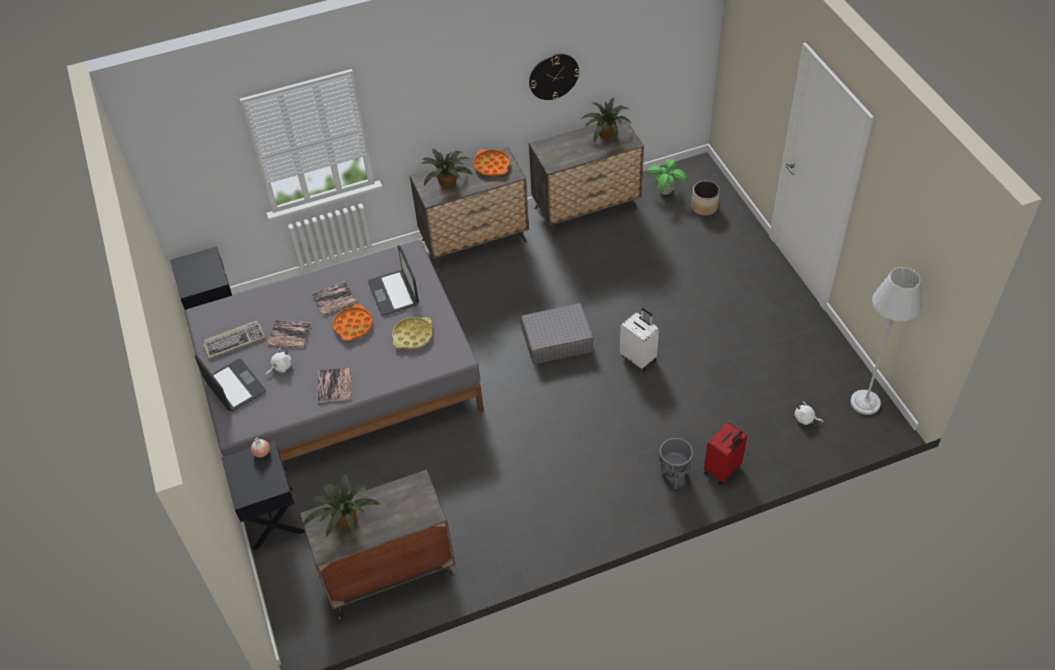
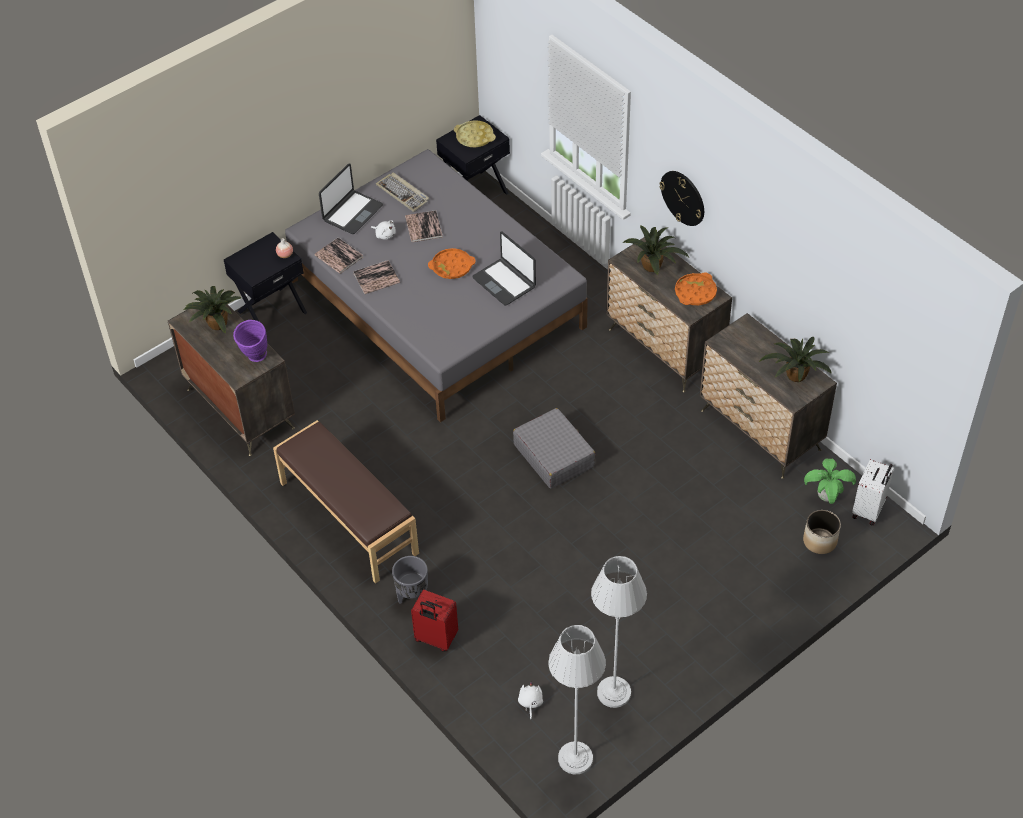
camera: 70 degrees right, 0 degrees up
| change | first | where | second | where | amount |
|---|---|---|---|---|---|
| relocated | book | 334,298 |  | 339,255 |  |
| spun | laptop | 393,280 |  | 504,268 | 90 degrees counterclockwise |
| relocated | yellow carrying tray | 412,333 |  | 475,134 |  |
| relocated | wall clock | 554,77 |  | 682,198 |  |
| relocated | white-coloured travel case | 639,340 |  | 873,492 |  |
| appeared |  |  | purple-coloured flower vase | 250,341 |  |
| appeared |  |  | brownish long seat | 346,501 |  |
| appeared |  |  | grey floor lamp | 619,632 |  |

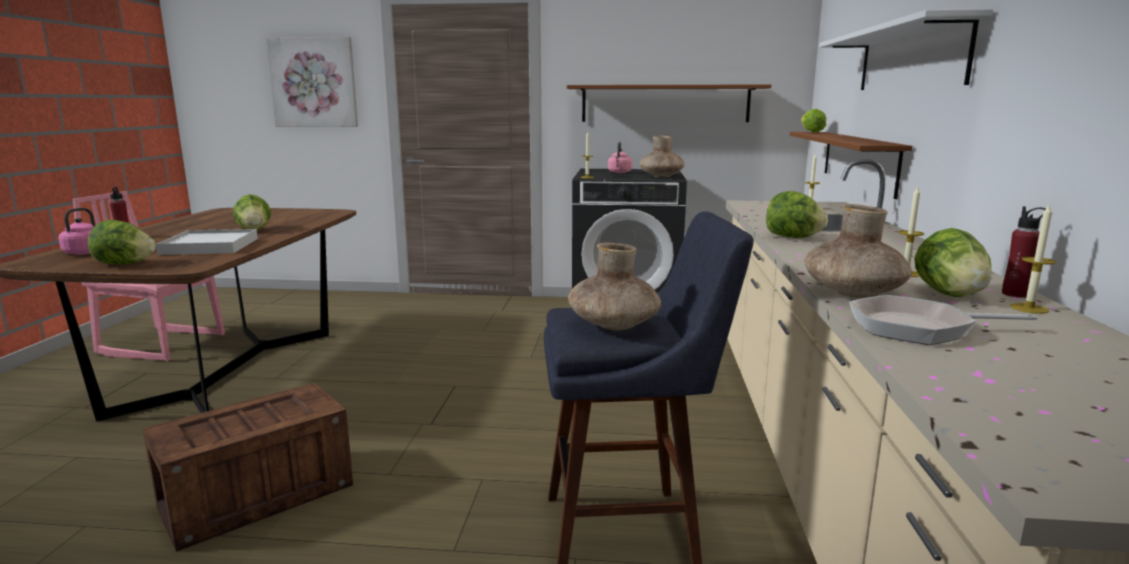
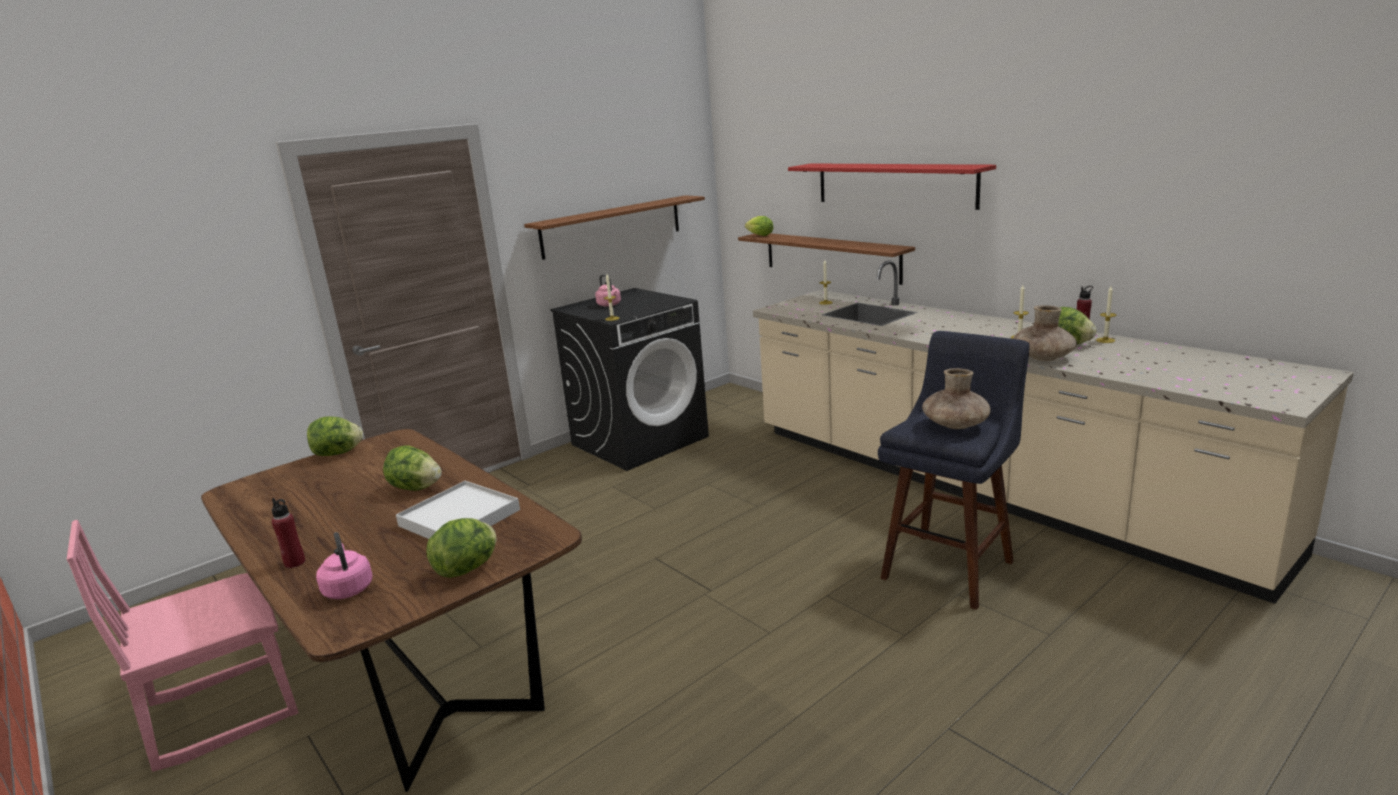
camera: 45 degrees left, 5 degrees up
| change | first | where | second | where | amount |
|---|---|---|---|---|---|
| missing | crate | 247,467 |  |  |  |
| missing | picture | 312,82 |  |  |  |
| missing | brownish flower vase | 662,156 |  |  |  |
| relocated | head of lettuce | 797,214 |  | 335,436 |  |
| colour | white-coloured wall shelf | 906,49 | reddish wall shelf | 892,187 |  |
| missing | skillet | 943,320 |  |  |  |

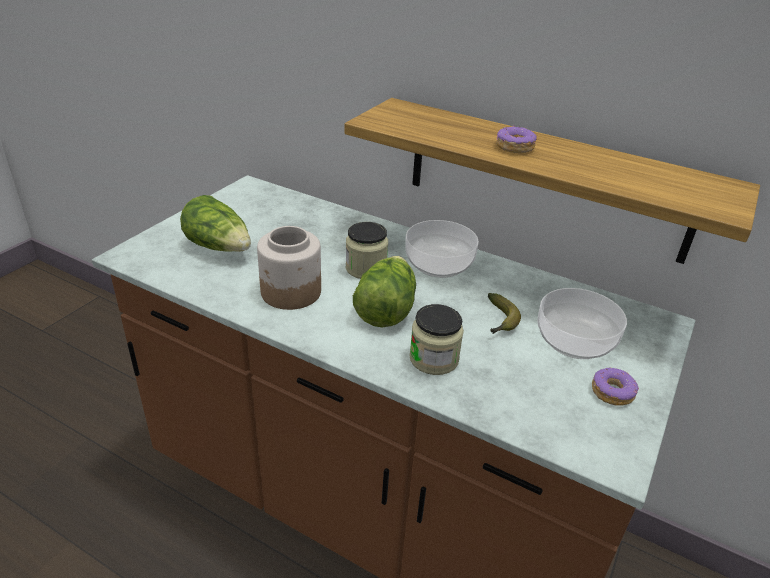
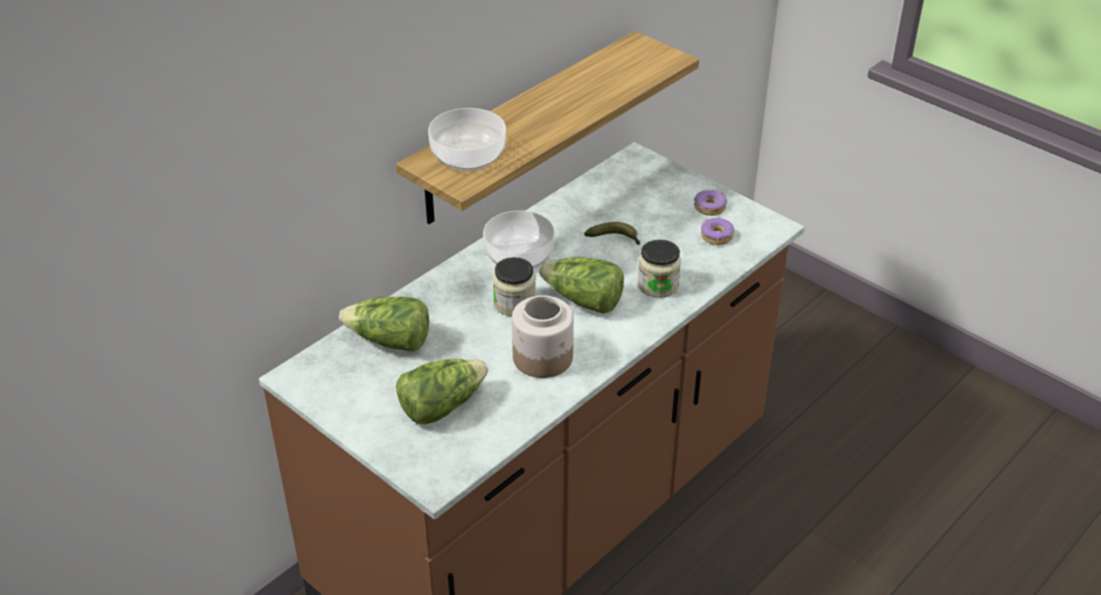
camera: 75 degrees left, 5 degrees up
| change | first | where | second | where | amount |
|---|---|---|---|---|---|
| relocated | ring doughnut | 516,139 |  | 717,231 |  |
| relocated | bowl | 582,323 |  | 467,139 |  |
| appeared |  |  | head of lettuce | 384,324 |  |

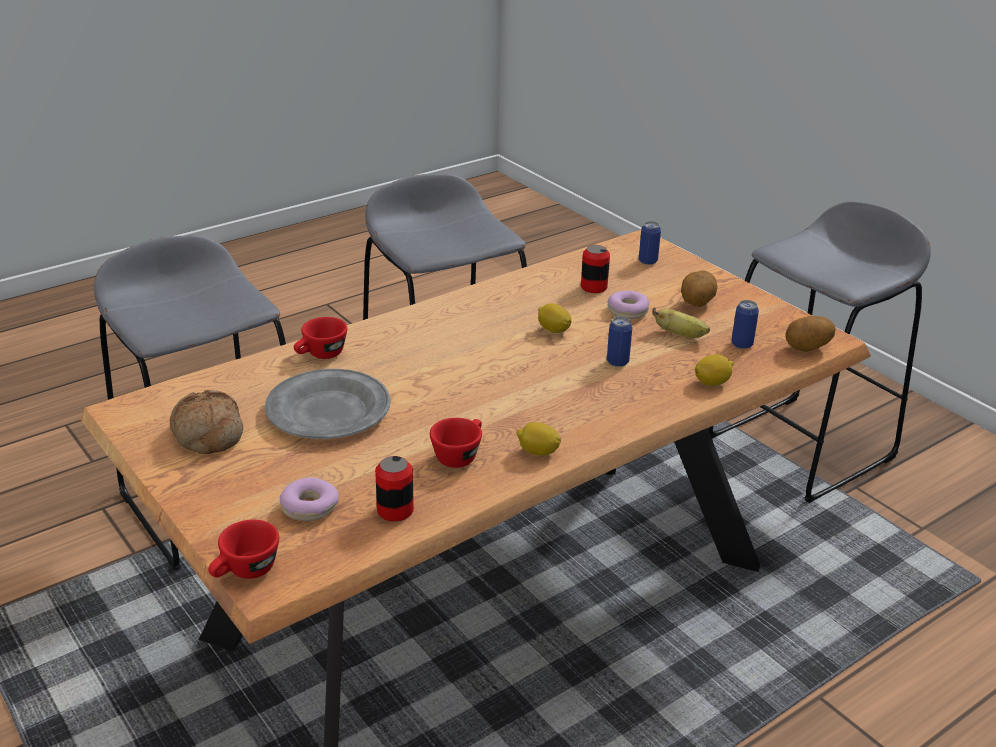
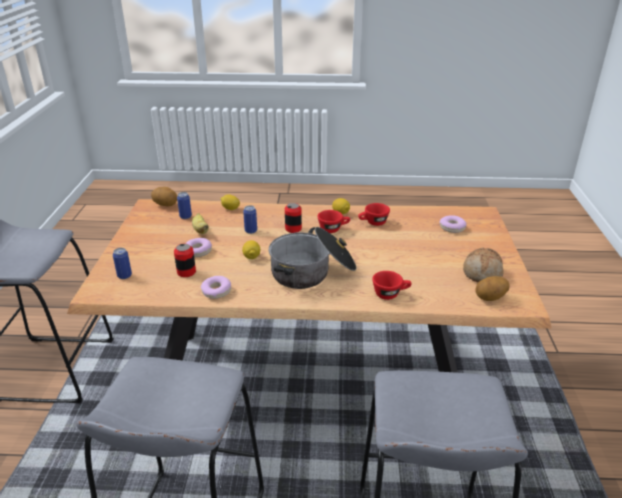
camera: 140 degrees left, 0 degrees up
| change | first | where | second | where | amount |
|---|---|---|---|---|---|
| relocated | reddish drinking cup | 243,549 |  | 334,221 |  |
| missing | grey flat dish | 328,404 |  |  |  |
| relocated | metal can | 394,489 |  | 293,218 |  |
| relocated | spud | 699,288 |  | 492,288 |  |
| appeared |  |  | ring doughnut | 216,287 |  |
| appeared |  |  | stockpot | 313,258 |  |

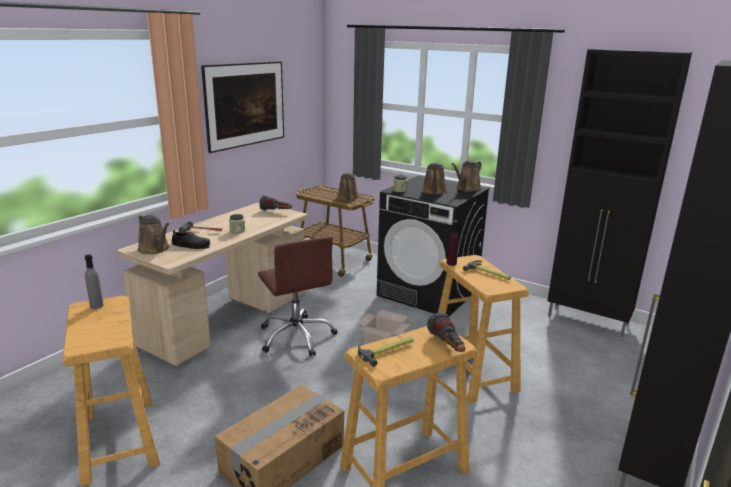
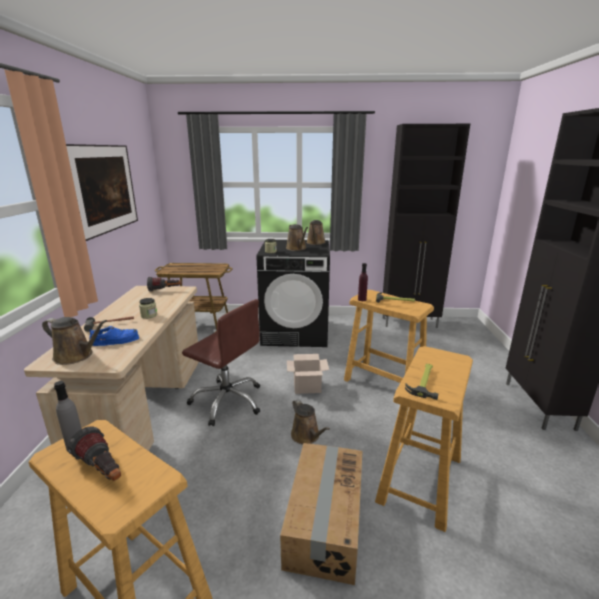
camera: 30 degrees left, 0 degrees up
| change | first | where | second | where | amount |
|---|---|---|---|---|---|
| colour | blackish shoe | 191,239 | blue shoe | 114,336 |  |
| relocated | brownish watering can | 348,186 |  | 310,421 |  |
| relocated | flashlight | 446,332 |  | 94,453 |  |

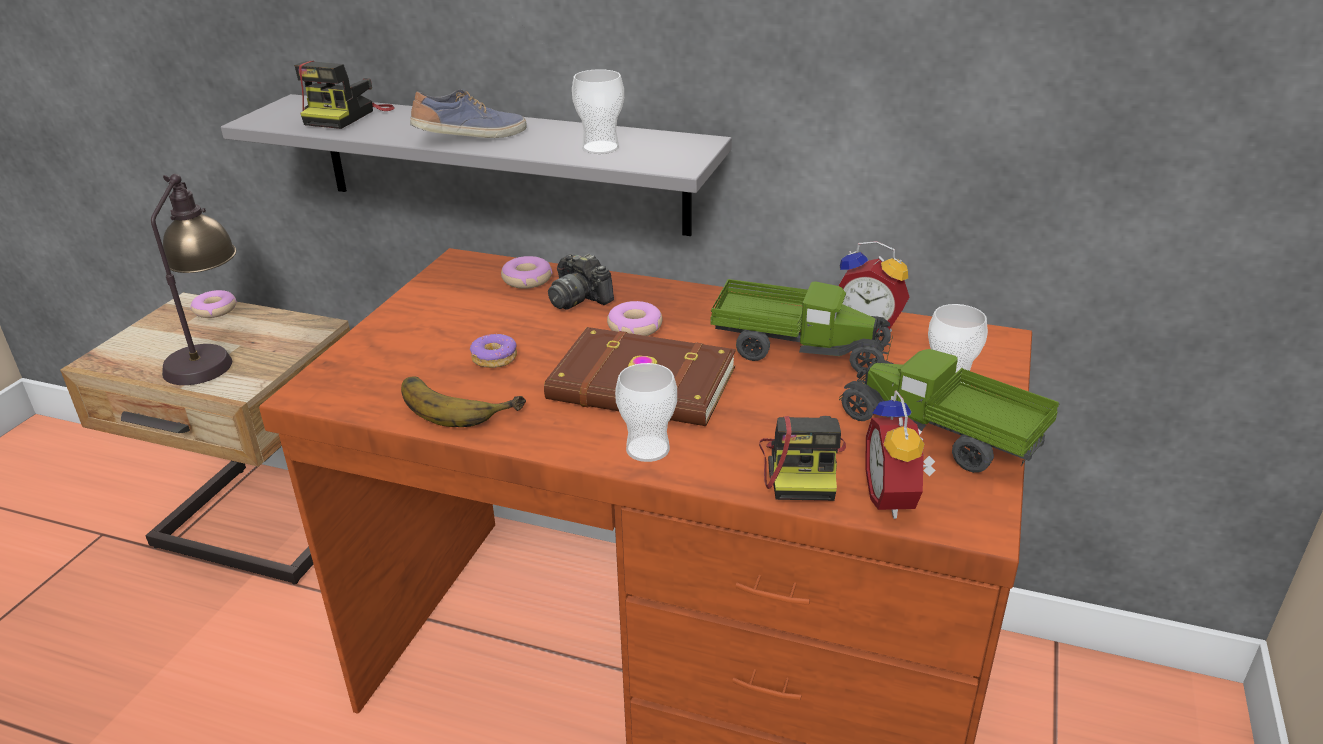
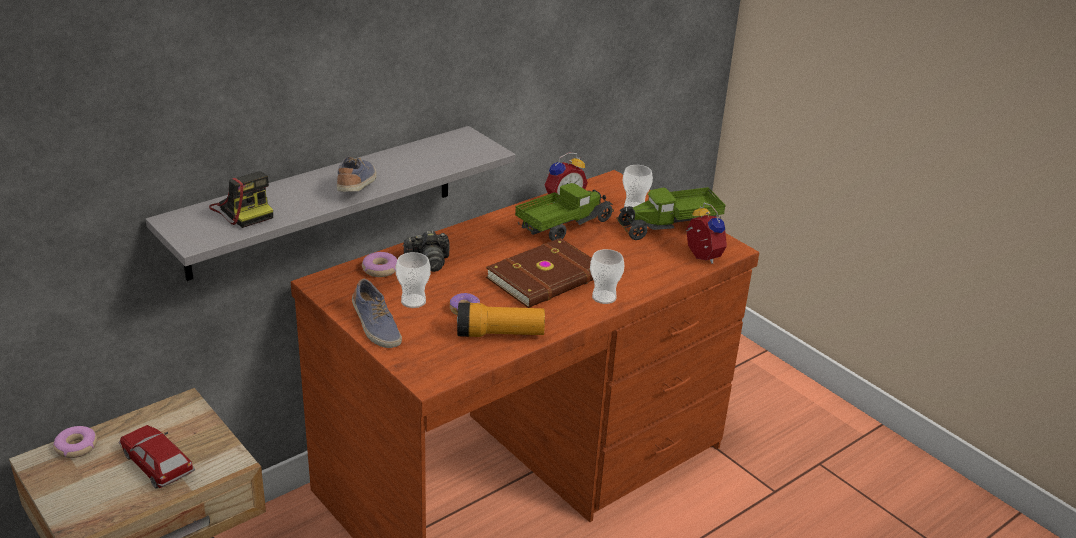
camera: 60 degrees left, 0 degrees up
| change | first | where | second | where | amount |
|---|---|---|---|---|---|
| exchanged | lamp for a table | 193,279 | toy car | 157,457 |  |
| exchanged | banana fruit | 463,401 | flashlight | 501,320 |  |
| relocated | drinking cup | 598,111 |  | 413,280 |  |
| missing | ring doughnut | 634,318 |  |  |  |
| missing | still camera | 802,458 |  |  |  |
| spun | table clock | 900,454 |  | 706,233 | 150 degrees counterclockwise |
| appeared |  |  | shoe | 377,313 |  |

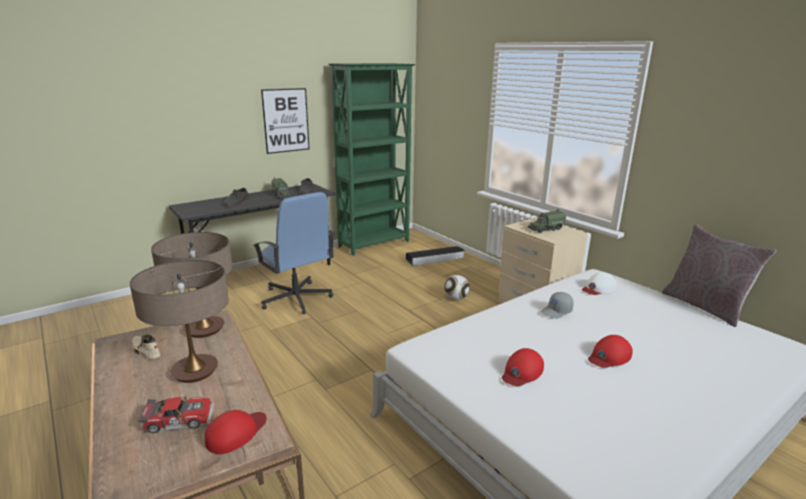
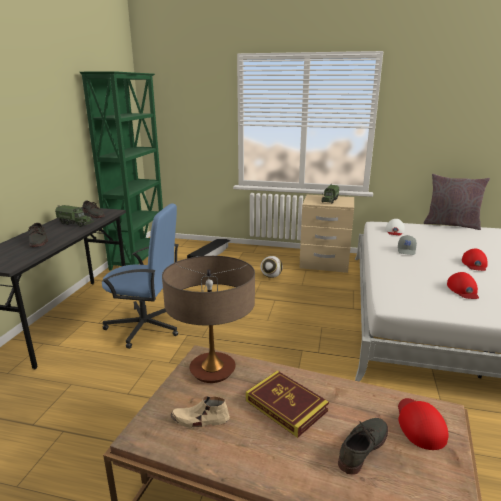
camera: 40 degrees left, 0 degrees up
| change | first | where | second | where | amount |
|---|---|---|---|---|---|
| exchanged | lamp for a table | 179,321 | book | 287,404 |  |
| exchanged | toy car | 176,414 | grey shoe | 363,446 |  |
| missing | picture | 285,121 |  |  |  |

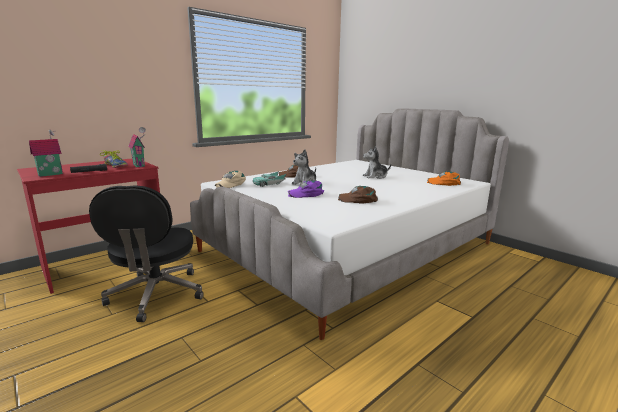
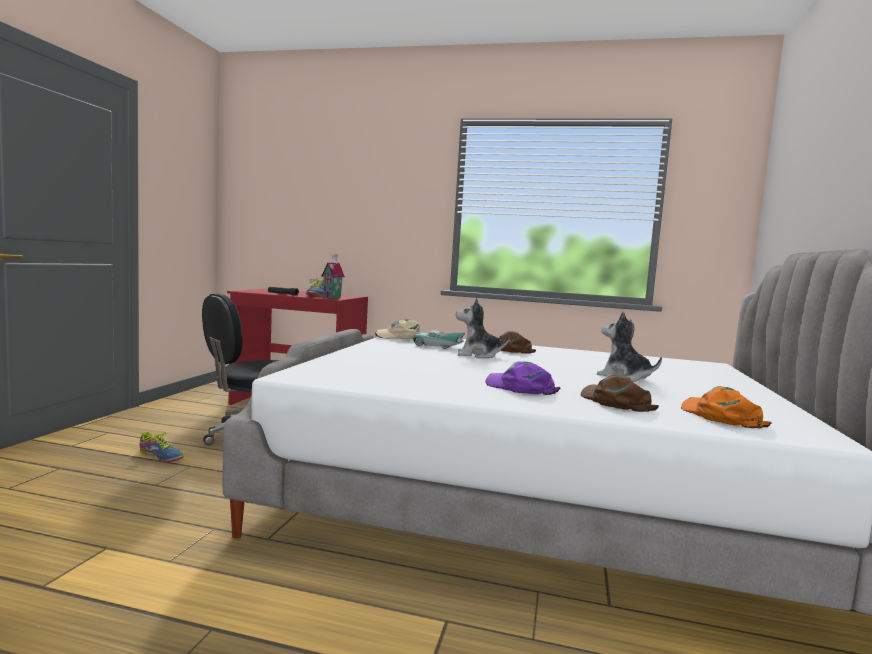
camera: 55 degrees right, 10 degrees down
| change | first | where | second | where | amount |
|---|---|---|---|---|---|
| missing | toy house | 46,153 |  |  |  |
| relocated | purple-coloured cap | 305,189 |  | 522,378 |  |
| relocated | brownish cap | 358,195 |  | 620,393 |  |
| appeared |  |  | shoe | 161,447 |  |

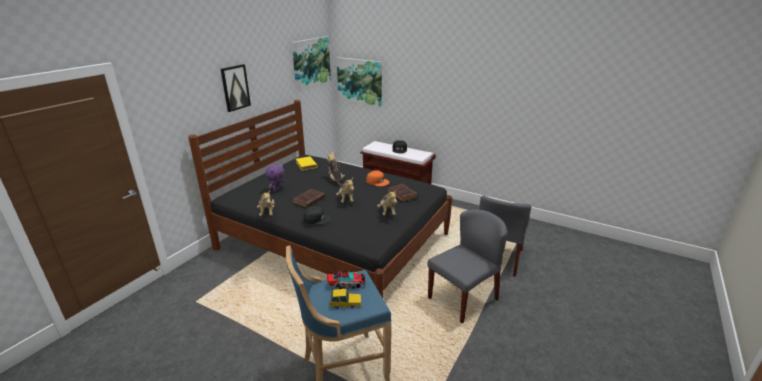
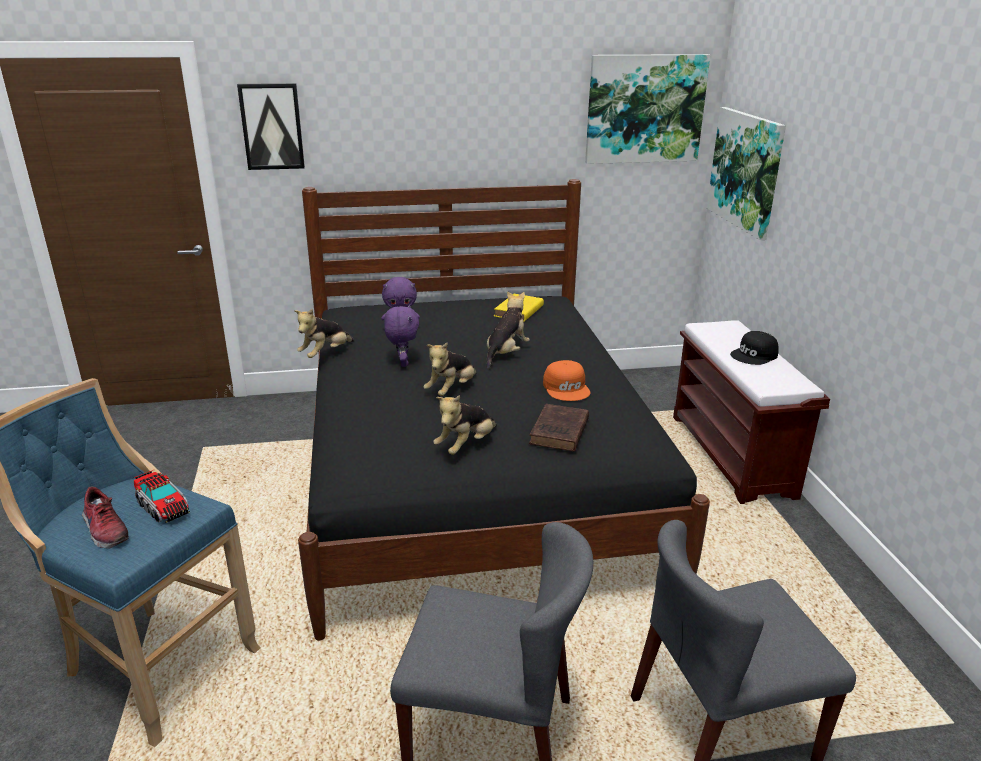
camera: 50 degrees right, 0 degrees up
| change | first | where | second | where | amount |
|---|---|---|---|---|---|
| relocated | picture | 235,88 |  | 271,126 |  |
| exchanged | brownish book | 308,198 | purple-coloured soft toy | 401,336 |  |
| missing | blackish cap | 318,215 |  |  |  |
| exchanged | toy car | 345,299 | shoe | 105,517 |  |

